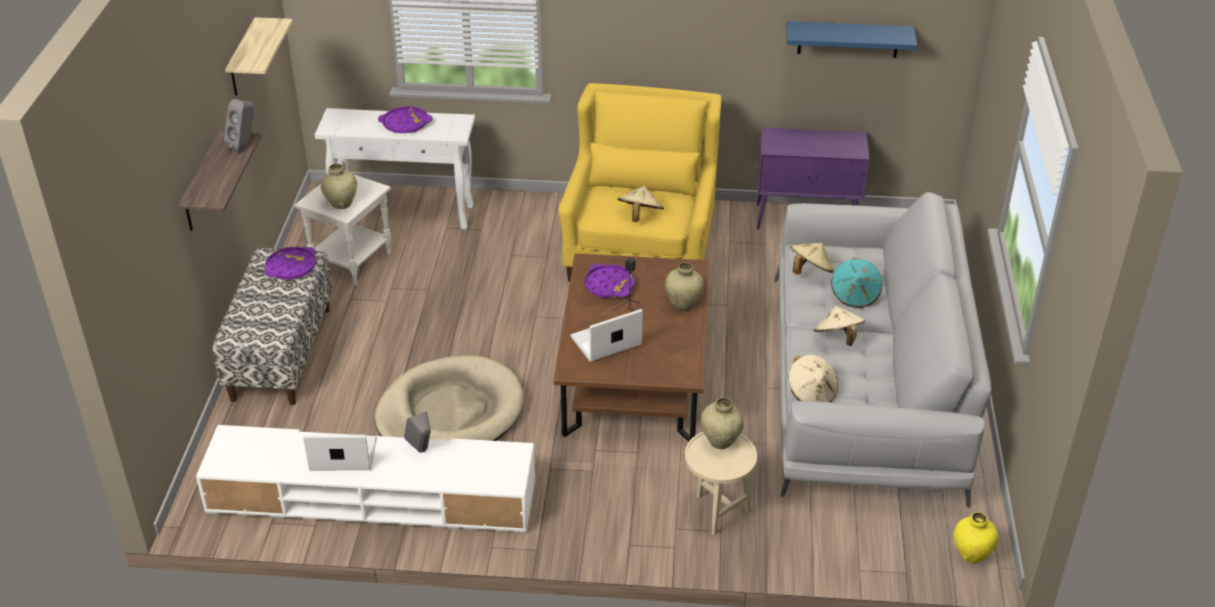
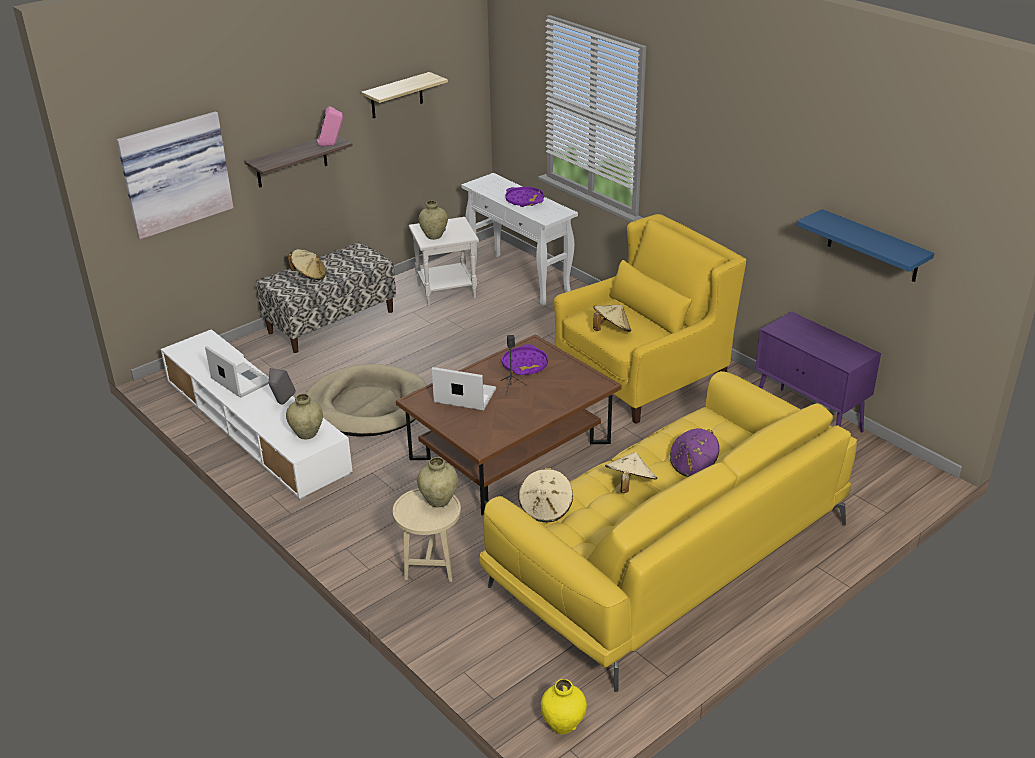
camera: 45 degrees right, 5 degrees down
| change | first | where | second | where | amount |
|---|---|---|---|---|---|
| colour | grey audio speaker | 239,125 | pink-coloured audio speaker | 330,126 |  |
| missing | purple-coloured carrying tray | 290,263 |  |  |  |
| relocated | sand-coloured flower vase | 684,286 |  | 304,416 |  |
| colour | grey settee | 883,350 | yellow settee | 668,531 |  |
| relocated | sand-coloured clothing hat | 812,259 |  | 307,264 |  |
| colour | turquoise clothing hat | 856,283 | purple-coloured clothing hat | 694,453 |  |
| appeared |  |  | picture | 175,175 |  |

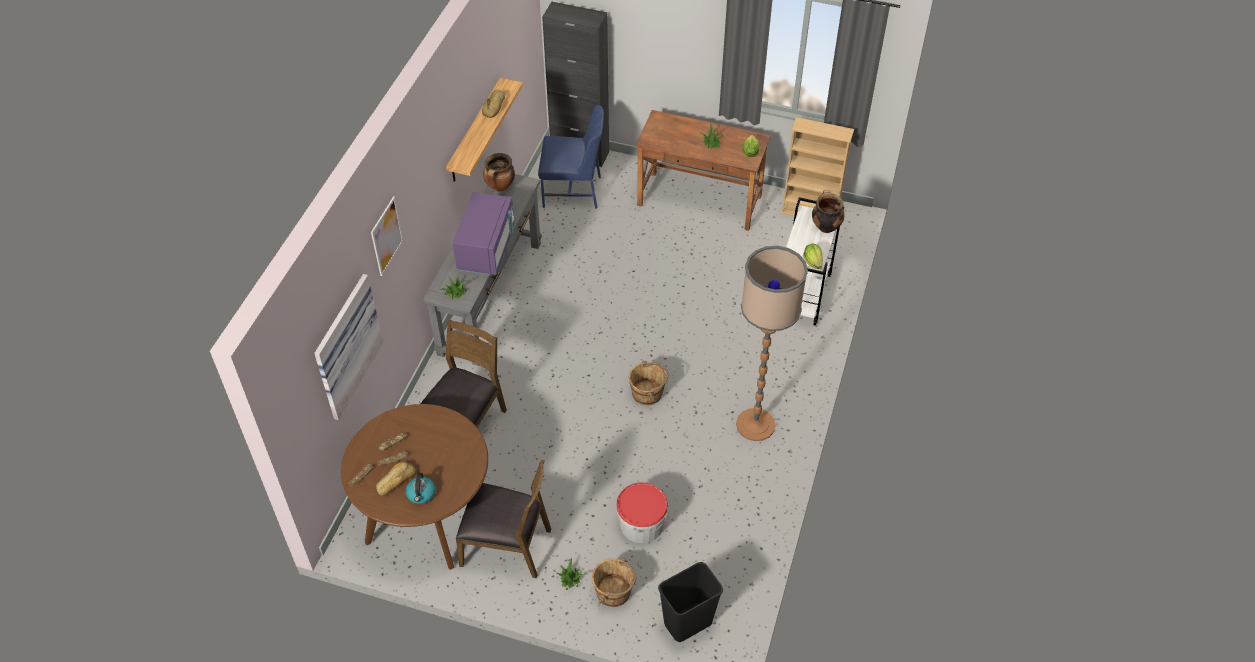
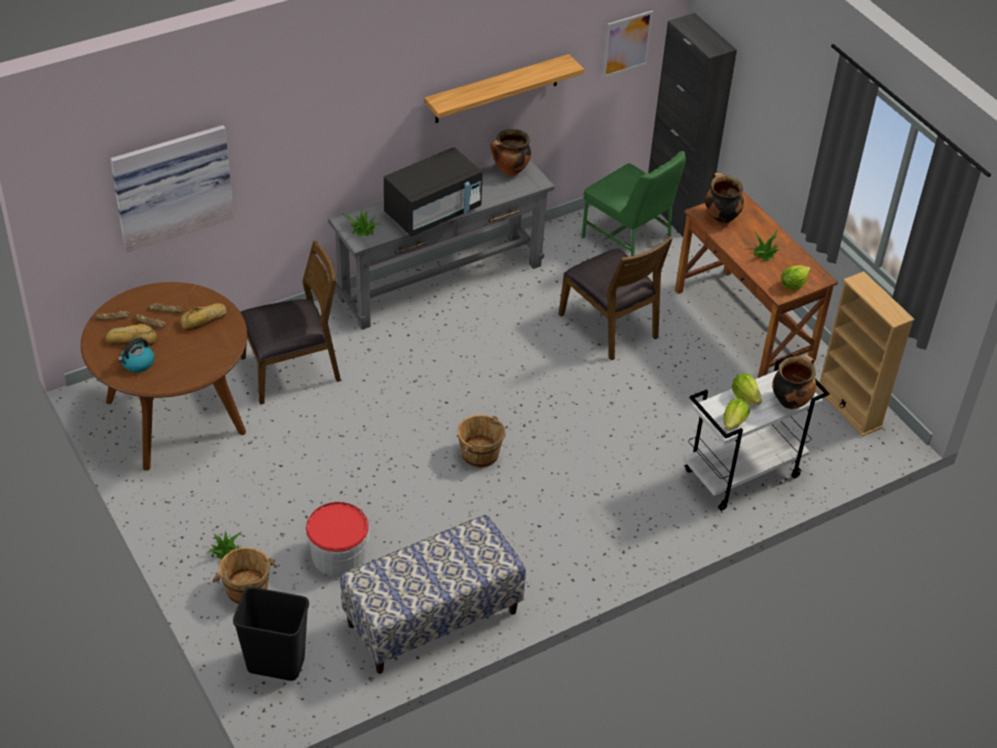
camera: 40 degrees right, 5 degrees down
| change | first | where | second | where | amount |
|---|---|---|---|---|---|
| relocated | picture | 387,236 |  | 627,44 |  |
| colour | purple-coloured kitchen microwave | 483,233 | blackish kitchen microwave | 433,192 |  |
| relocated | brownish upright chair | 503,518 |  | 615,298 |  |
| relocated | baked bread | 493,104 |  | 203,316 |  |
| colour | blue upright chair | 571,156 | green-coloured upright chair | 634,203 |  |
| missing | floor lamp | 772,343 |  |  |  |
| appeared |  |  | long seat | 433,594 |  |
| appeared |  |  | stockpot | 724,198 |  |
| appeared |  |  | head of lettuce | 747,389 |  |

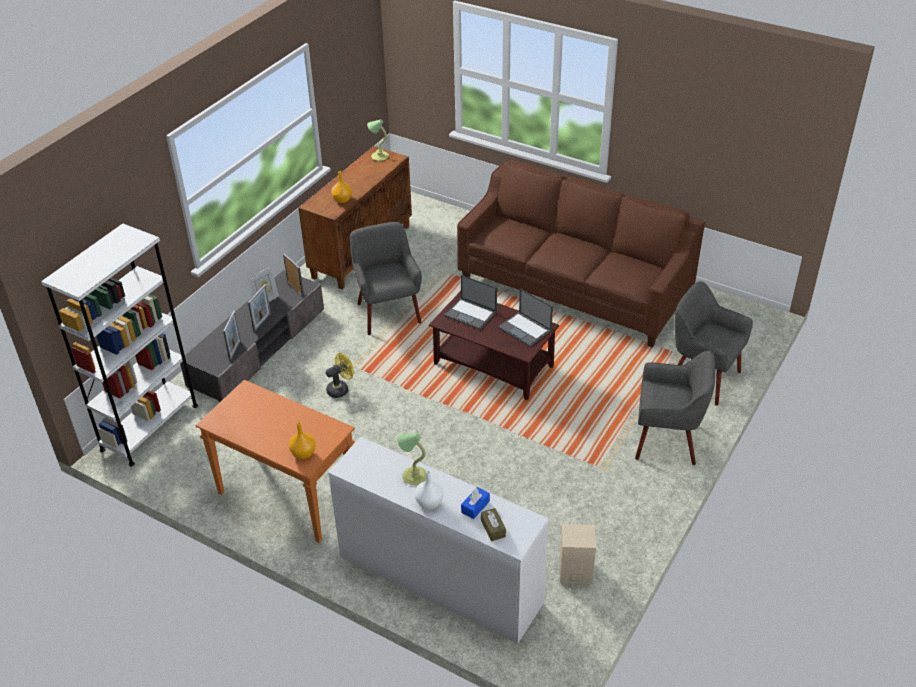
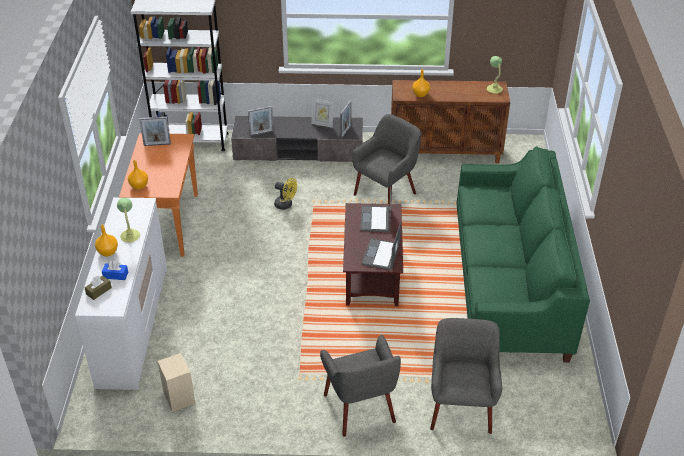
camera: 60 degrees right, 0 degrees up
| change | first | where | second | where | amount |
|---|---|---|---|---|---|
| relocated | picture frame | 259,308 |  | 155,131 |  |
| colour | white-coloured flower vase | 429,490 | orange flower vase | 106,240 |  |
| colour | brownish settee | 581,254 | green-coloured settee | 523,254 |  |

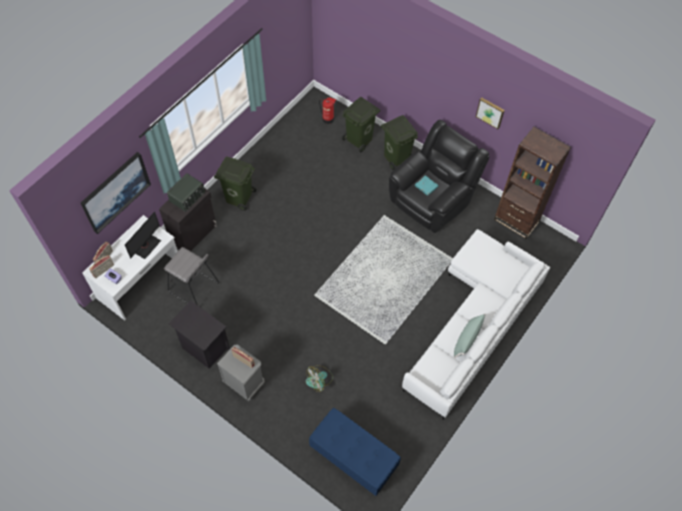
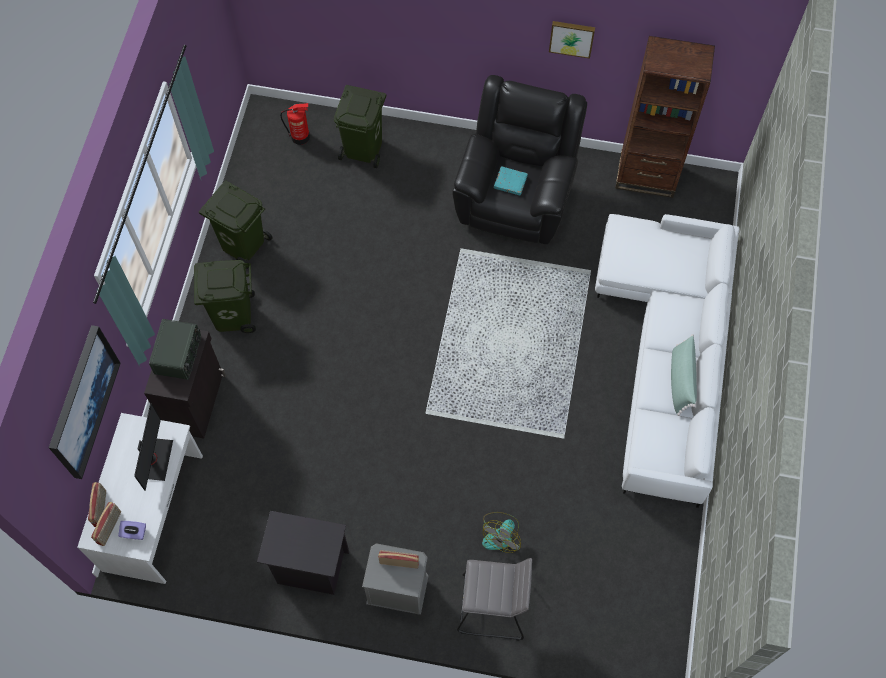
camera: 25 degrees left, 5 degrees up
| change | first | where | second | where | amount |
|---|---|---|---|---|---|
| relocated | grey sitting stool | 191,276 |  | 494,599 |  |
| missing | blue long seat | 355,452 |  |  |  |
| relocated | green-coloured waste bin | 399,142 |  | 236,225 |  |

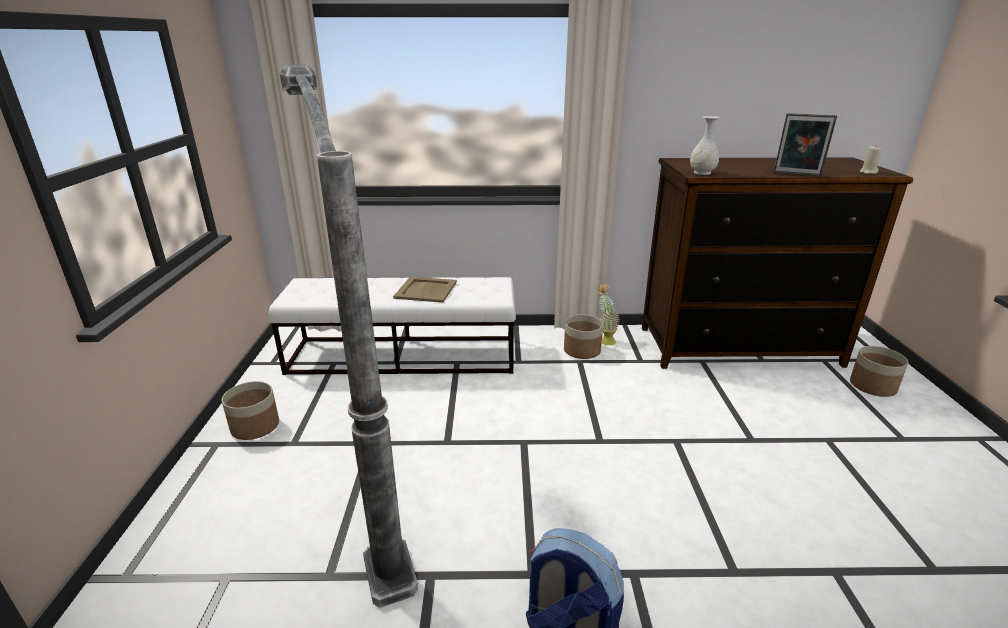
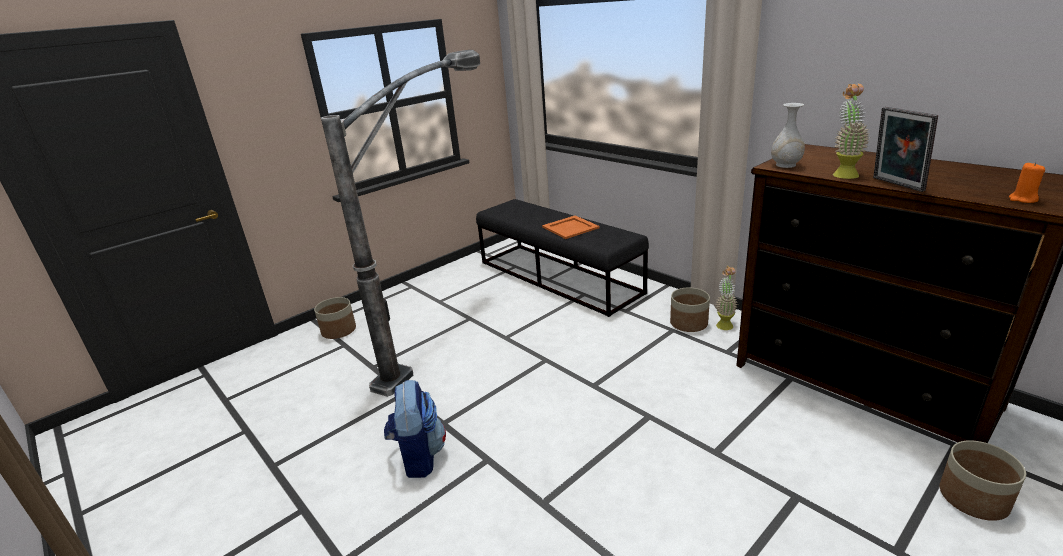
camera: 50 degrees right, 0 degrees up
| change | first | where | second | where | amount |
|---|---|---|---|---|---|
| relocated | plant pot | 250,410 |  | 335,318 |  |
| colour | white-coloured long seat | 392,326 | blackish long seat | 562,258 |  |
| colour | sand-coloured carrying tray | 425,290 | orange carrying tray | 571,227 |  |
| colour | sand-coloured wax candle | 871,160 | orange wax candle | 1027,182 |  |
| appeared |  |  | houseplant | 851,131 |  |

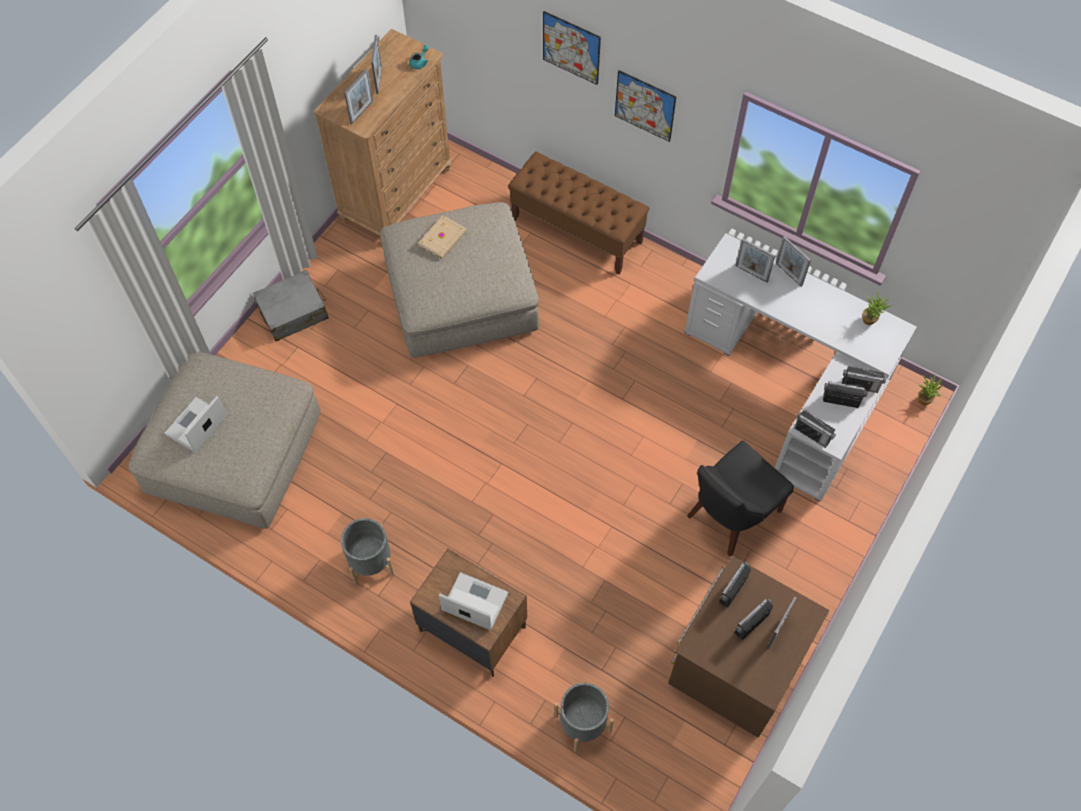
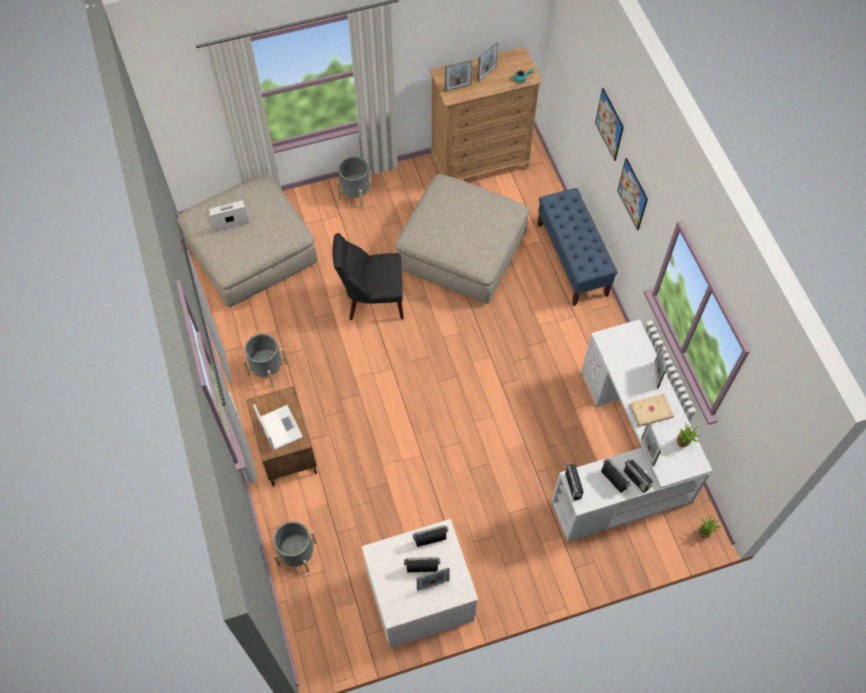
camera: 40 degrees right, 0 degrees up
| change | first | where | second | where | amount |
|---|---|---|---|---|---|
| exchanged | grey travel case | 291,305 | grey plant pot | 354,182 |  |
| relocated | sand-coloured book | 442,237 |  | 651,410 |  |
| colour | brownish long seat | 579,213 | blue long seat | 577,247 |  |
| colour | brownish chest of drawers | 748,646 | white-coloured chest of drawers | 420,583 |  |
| relocated | blackish upright chair | 740,499 |  | 368,276 |  |
| relocated | picture frame | 755,260 |  | 651,444 |  |

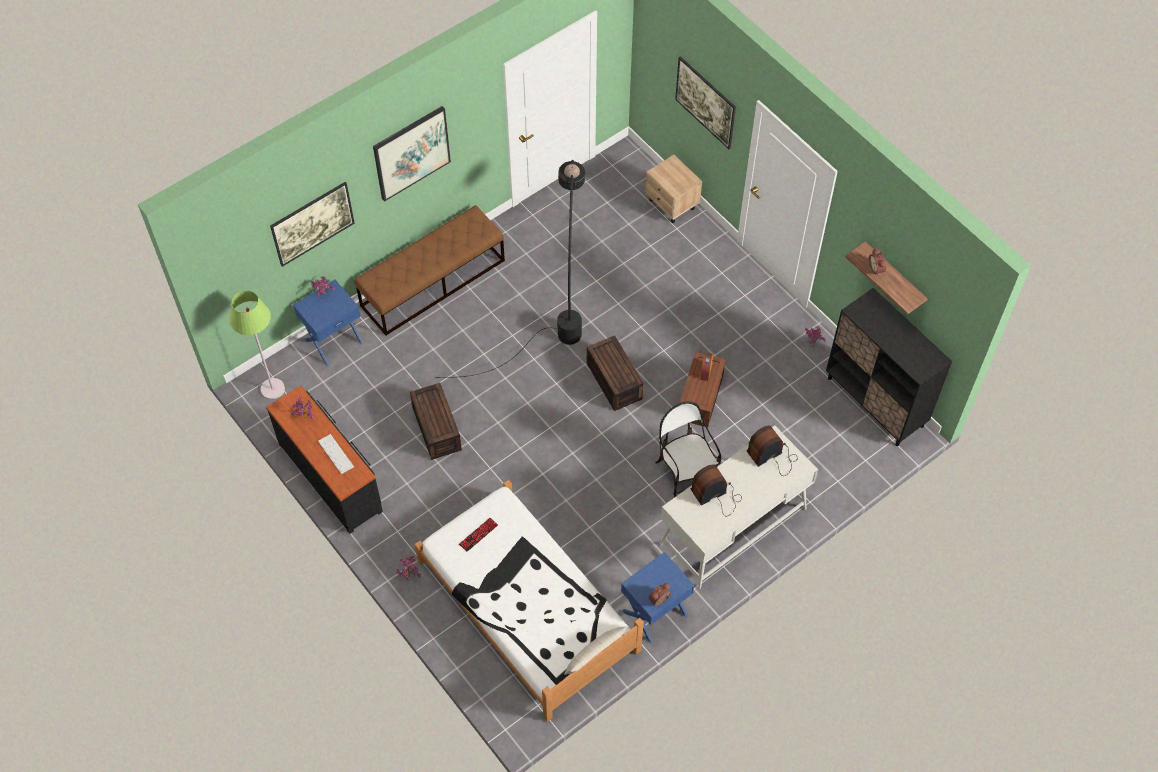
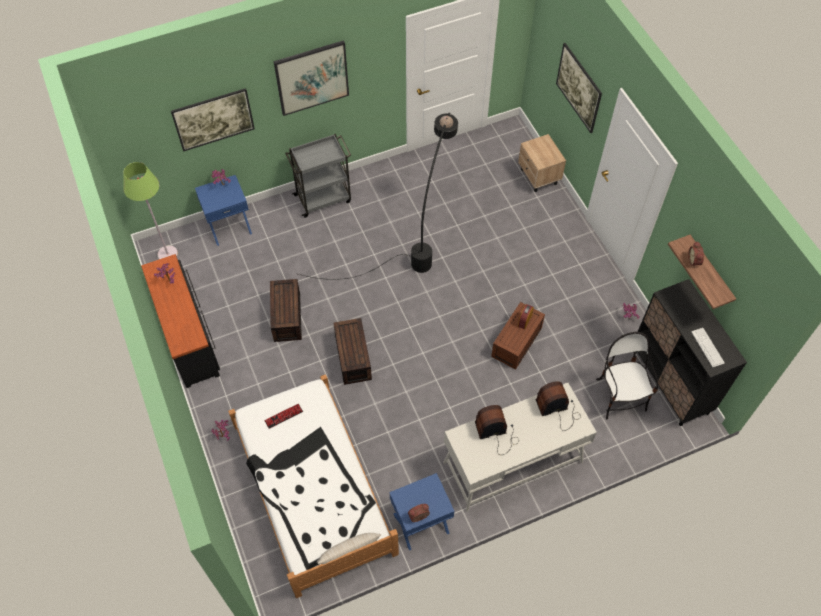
camera: 15 degrees right, 0 degrees up
| change | first | where | second | where | amount |
|---|---|---|---|---|---|
| relocated | keyboard | 336,454 |  | 708,347 |  |
| exchanged | brownish long seat | 430,270 | grey cart | 318,176 |  |
| relocated | brownish storage box | 615,373 |  | 352,351 |  |
| relocated | upright chair | 688,449 |  | 627,375 |  |

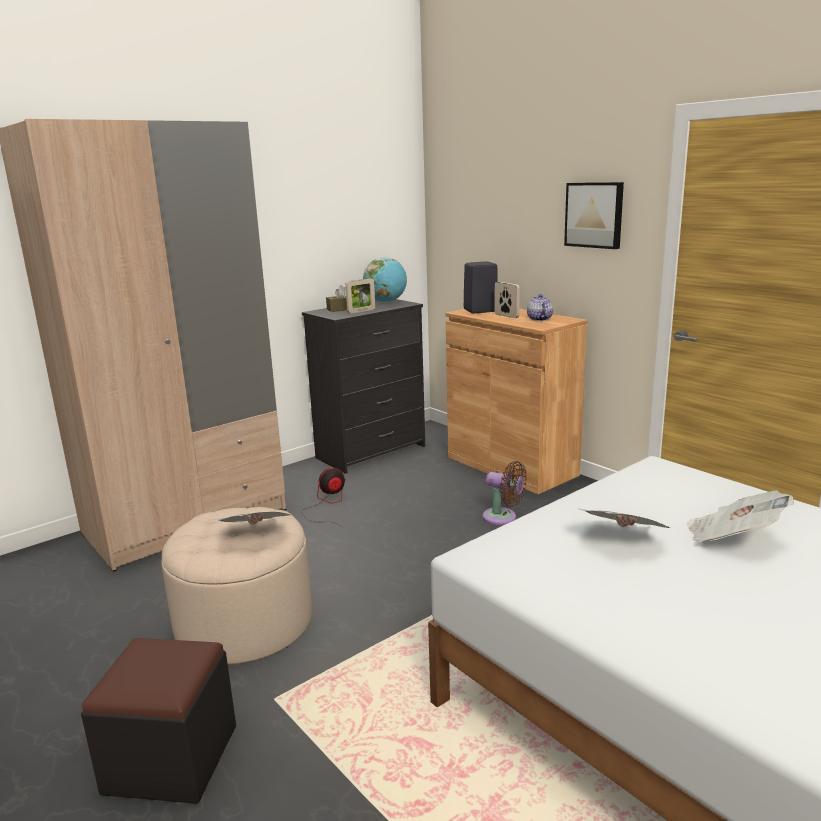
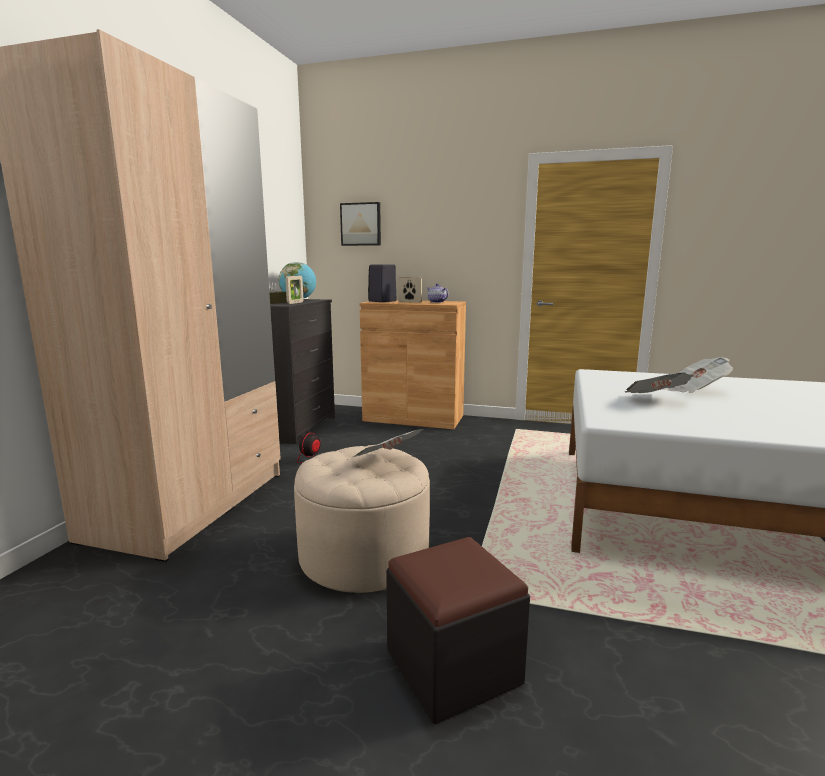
camera: 35 degrees left, 5 degrees down
| change | first | where | second | where | amount |
|---|---|---|---|---|---|
| missing | brownish electric fan | 505,493 |  |  |  |
| relocated | picture | 594,215 |  | 360,224 |  |

